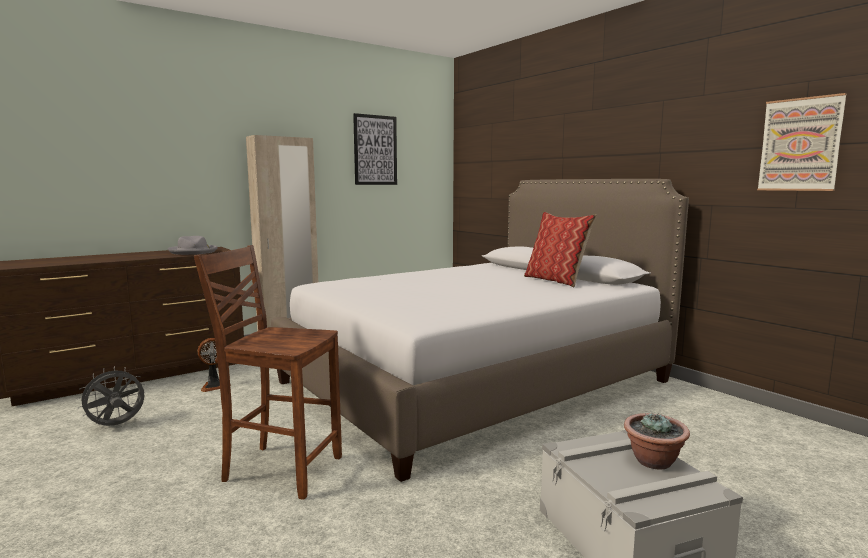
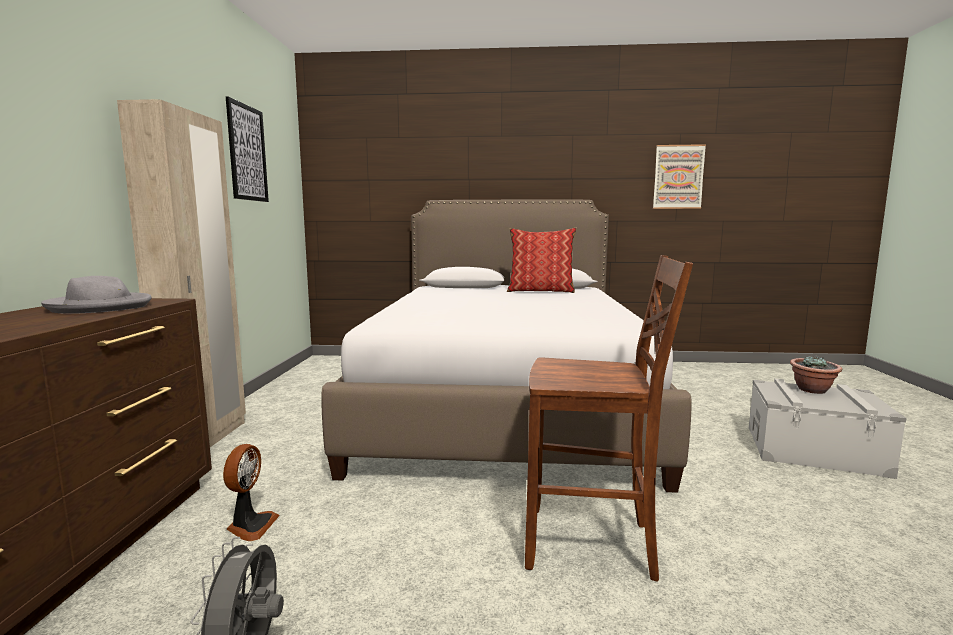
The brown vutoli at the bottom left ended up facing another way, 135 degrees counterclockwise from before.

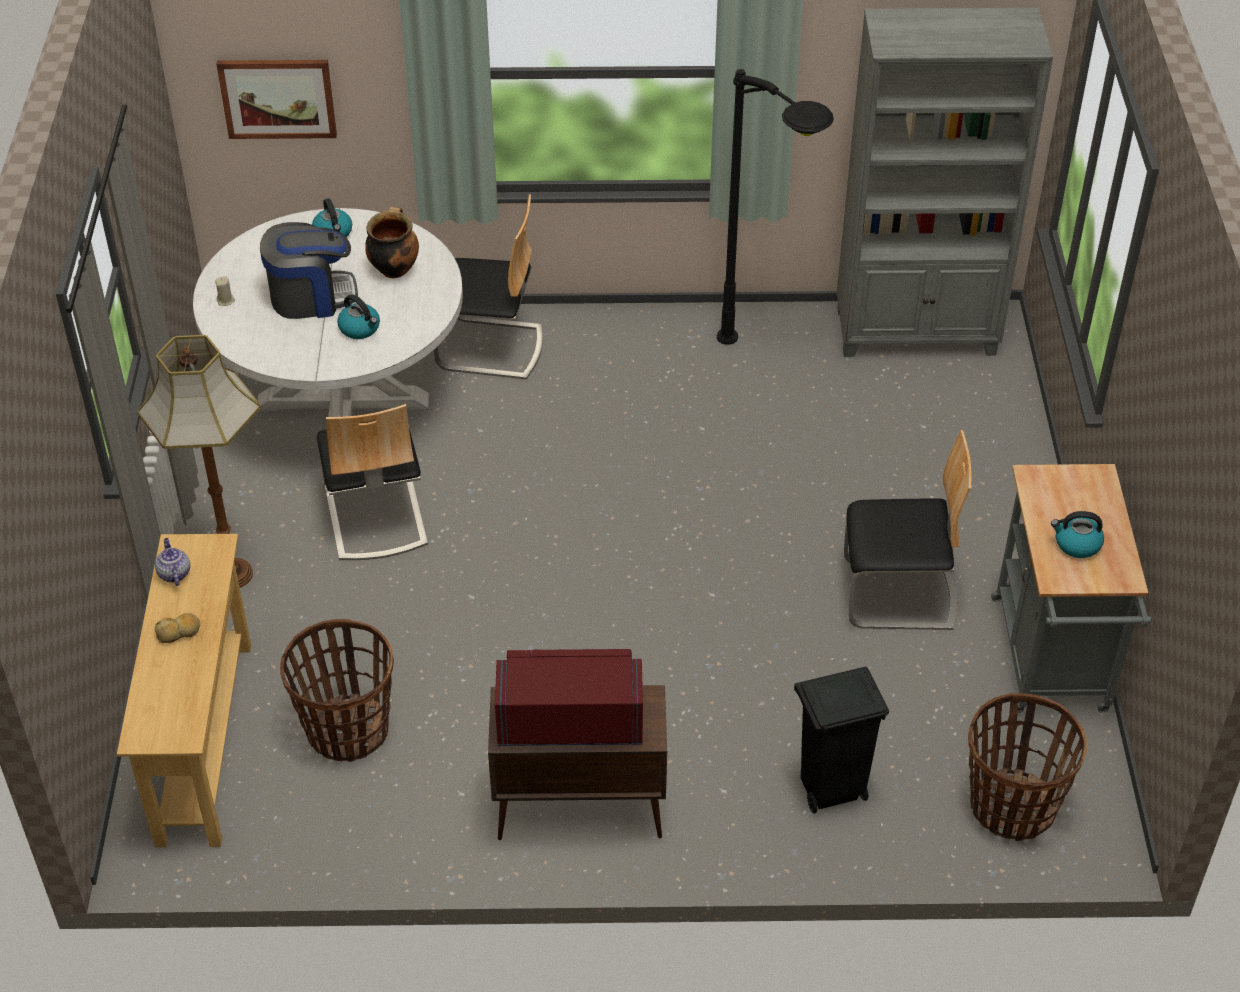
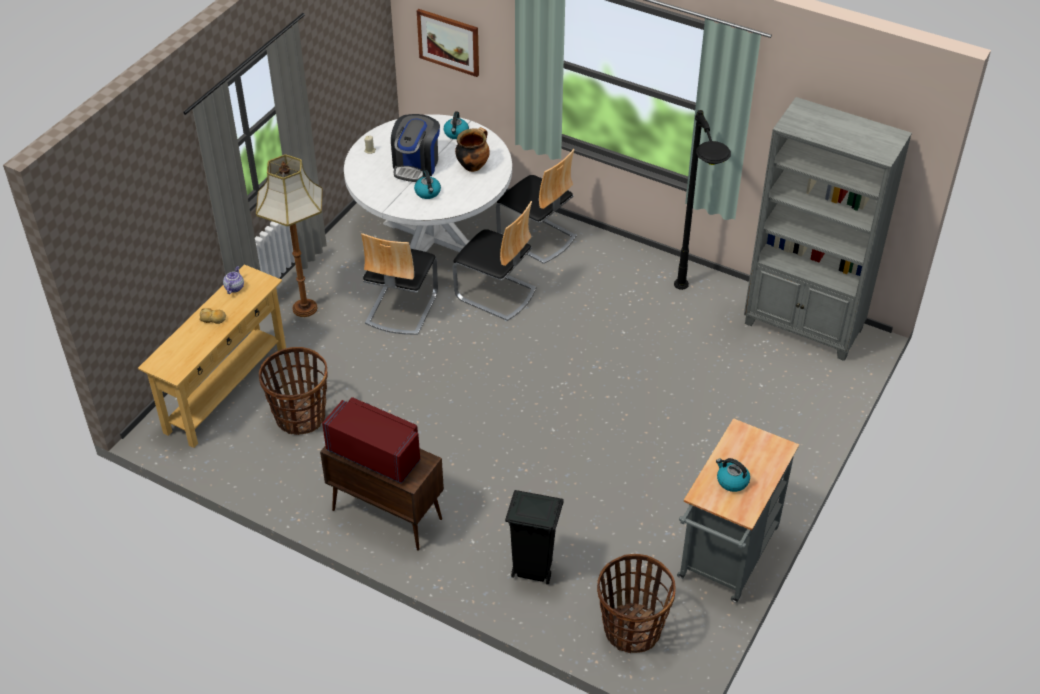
The vutoli (no. 3 from left in the first image) ended up elsewhere, having gone from the middle right to the centre. The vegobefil at the top left ended up facing another way, 90 degrees clockwise from before.

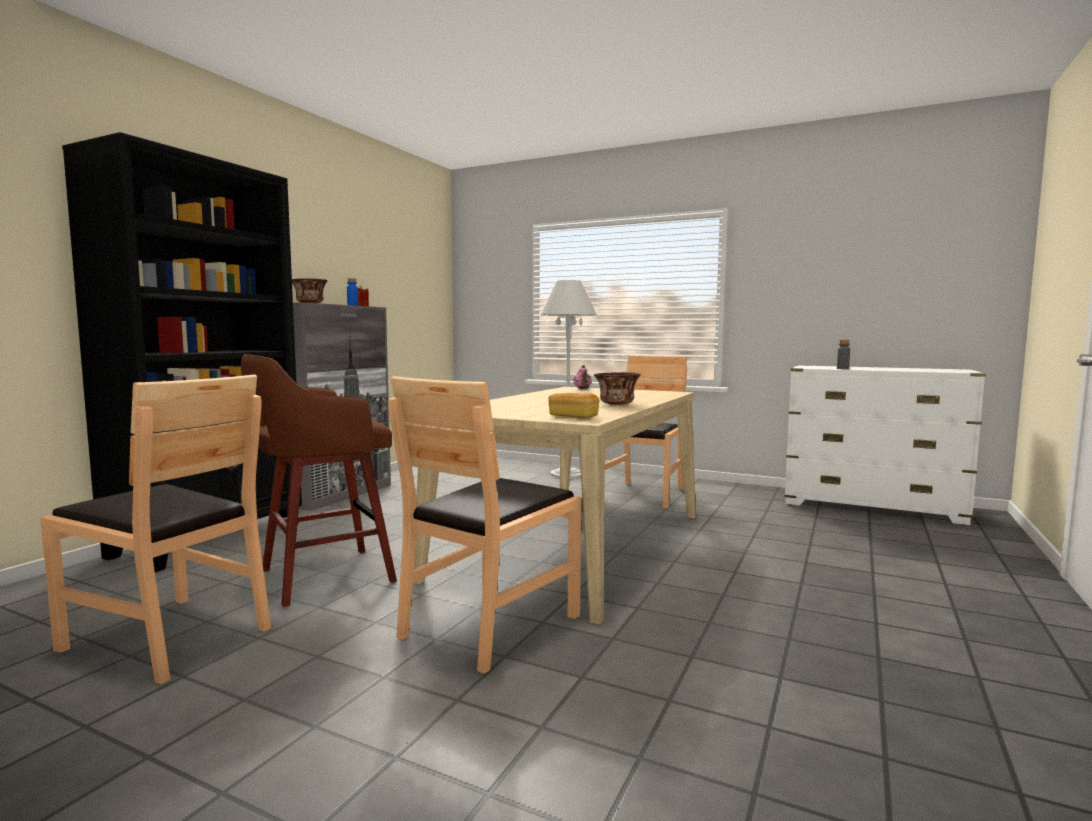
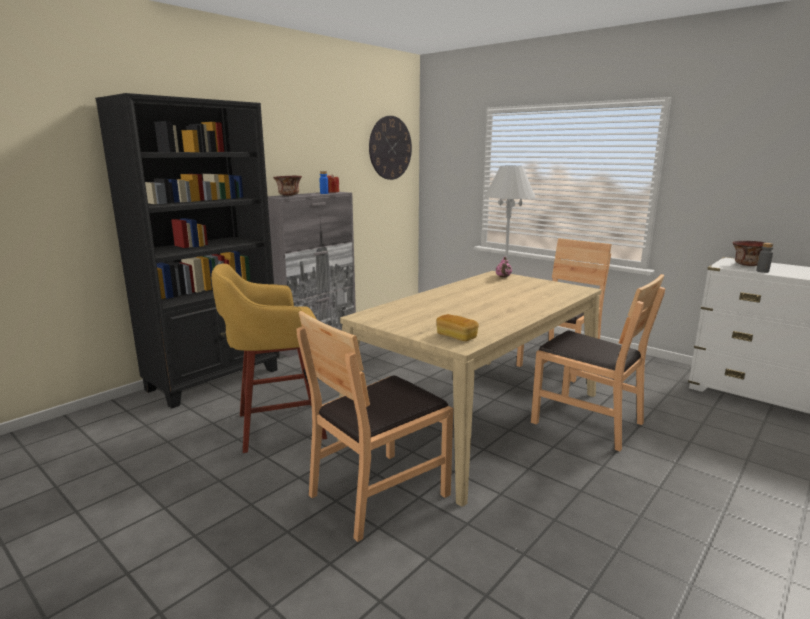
The second view gained the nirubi at the top centre. The brown vutoli (no. 1 from left in the first image) ended up elsewhere, having gone from the middle left to the middle right. The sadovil (no. 2 from left) ended up elsewhere, having gone from the centre to the middle right. What was the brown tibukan at the middle left turned into the yellow tibukan at the middle left.

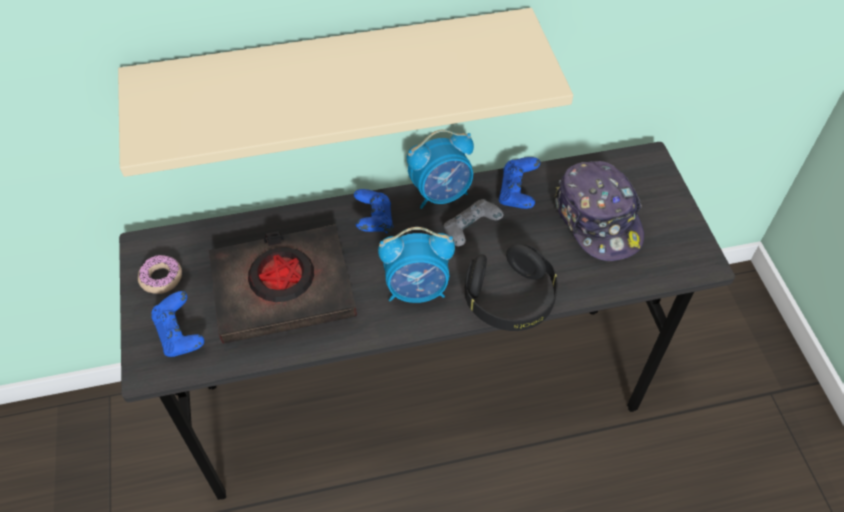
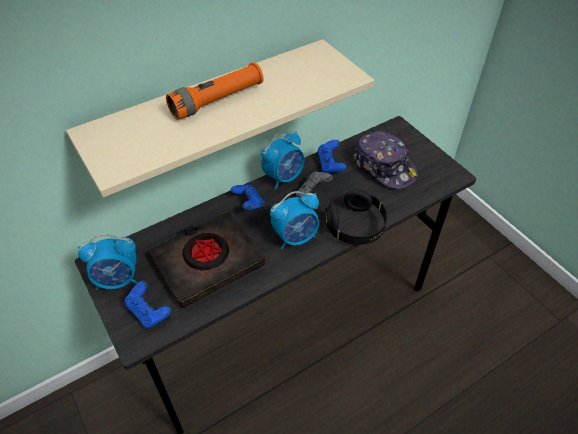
The second view gained the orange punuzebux at the top centre. Where the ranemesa stood at the middle left, the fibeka (no. 1 from left) came to stand at the middle left.

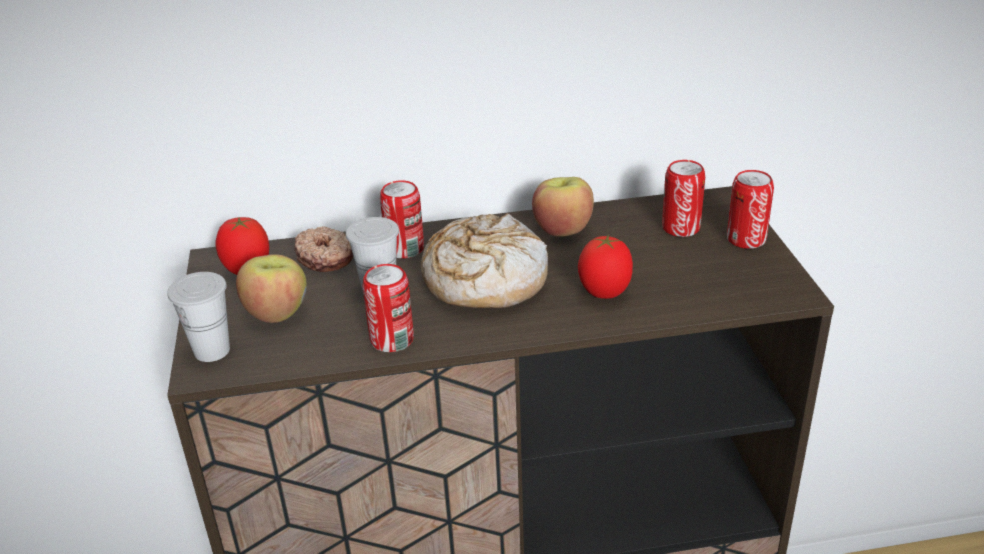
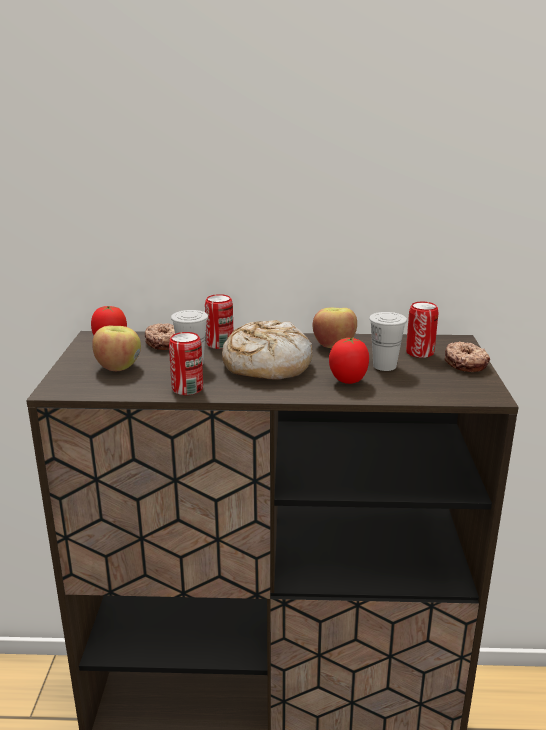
The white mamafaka (no. 1 from left in the first image) ended up elsewhere, having gone from the middle left to the middle right. Where the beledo (no. 4 from left) stood at the middle right, the ranemesa (no. 2 from left) came to stand at the middle right.

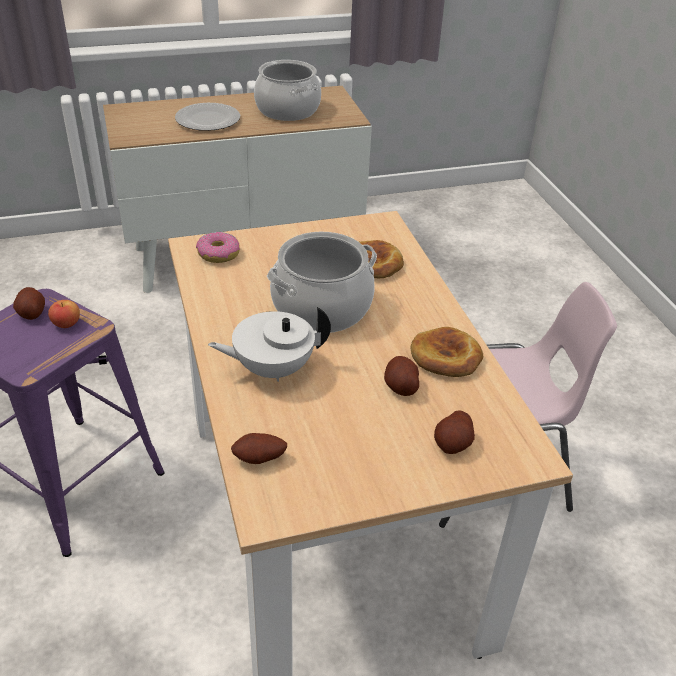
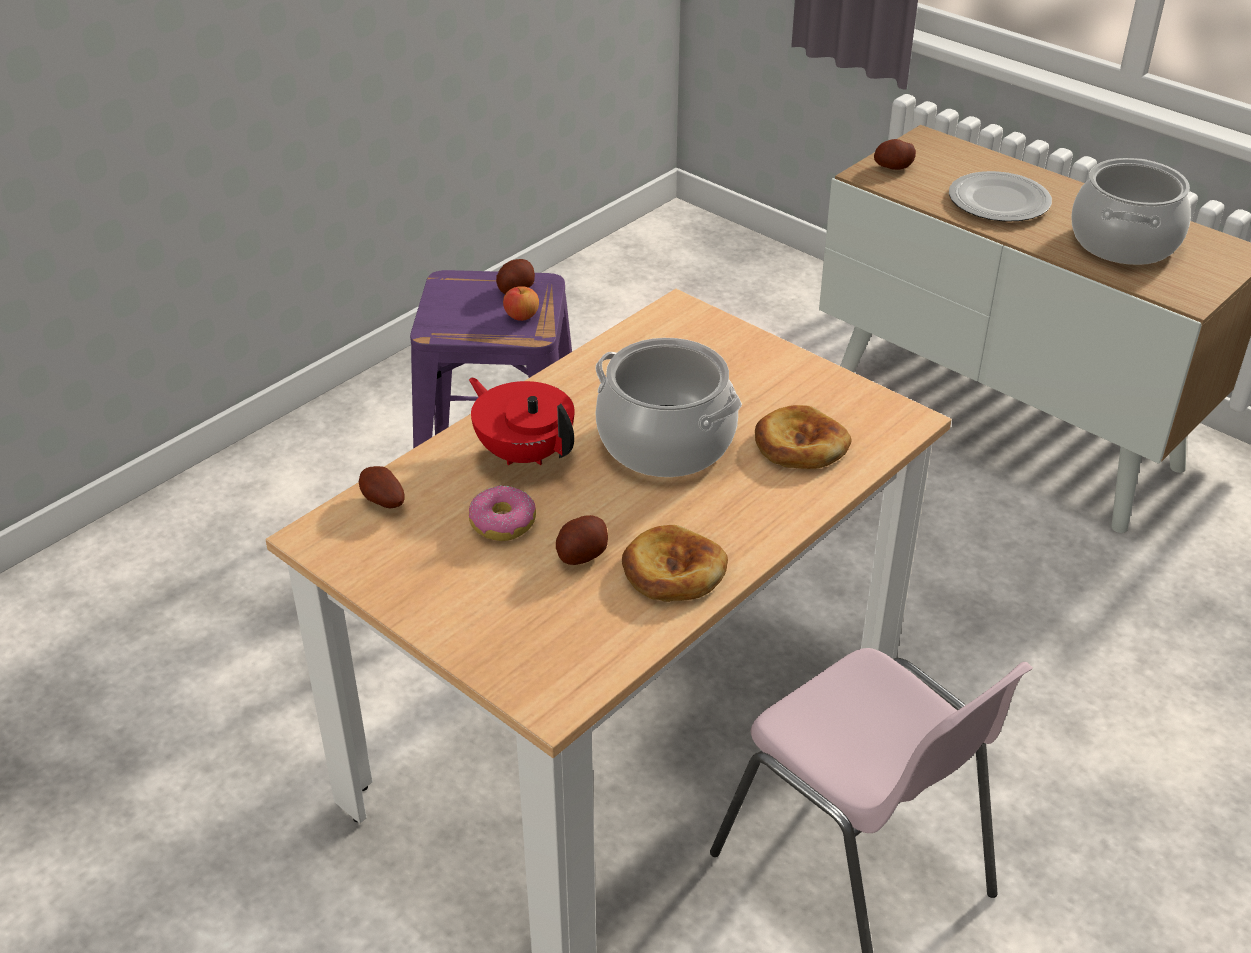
The ranemesa ended up elsewhere, having gone from the middle left to the centre. The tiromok (no. 4 from left) ended up elsewhere, having gone from the middle right to the top right. What was the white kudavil at the centre turned into the red kudavil at the centre.

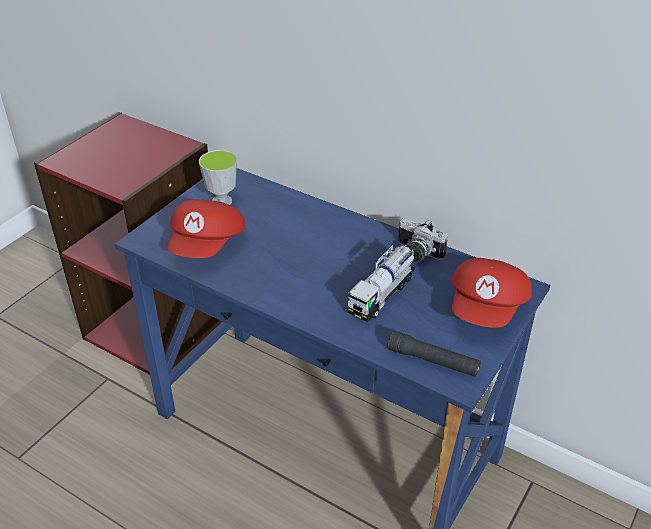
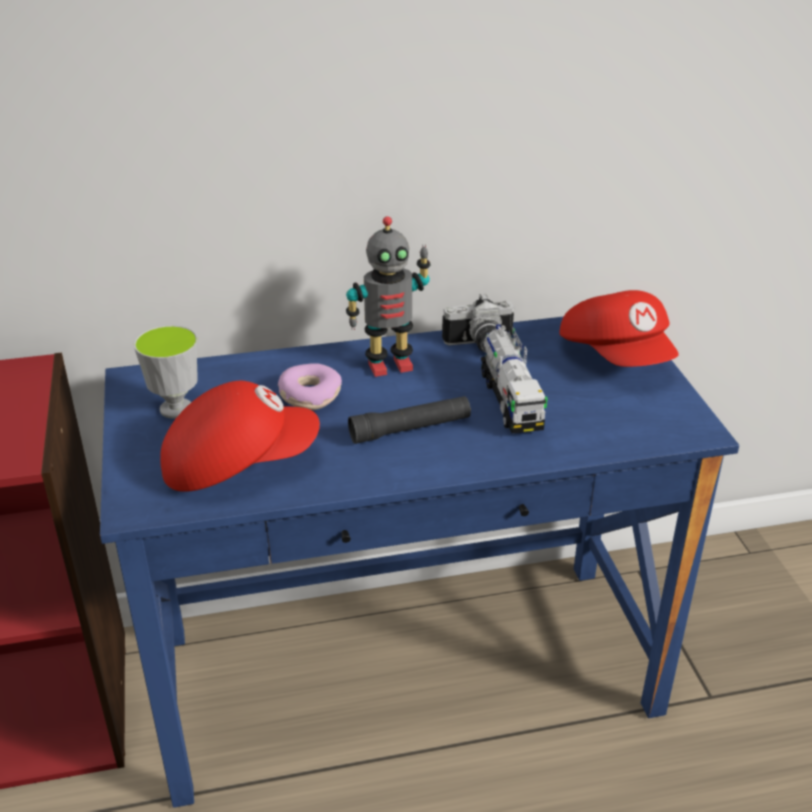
The second view gained the ranemesa at the centre. The second view gained the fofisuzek at the centre. The black punuzebux ended up elsewhere, having gone from the bottom right to the centre. The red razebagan (no. 1 from left) at the middle left ended up facing another way, 75 degrees counterclockwise from before.

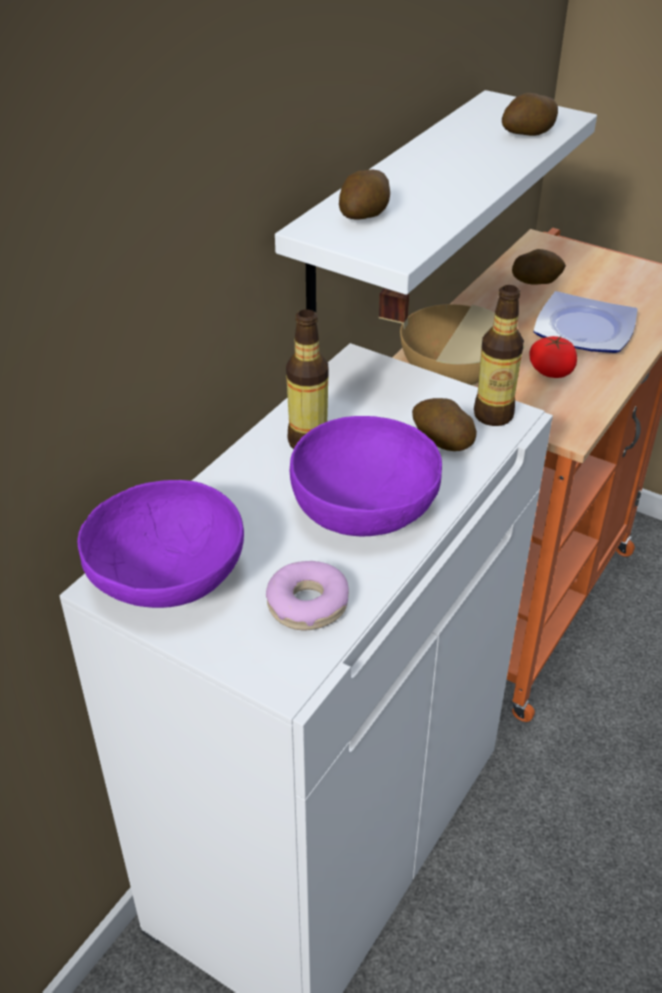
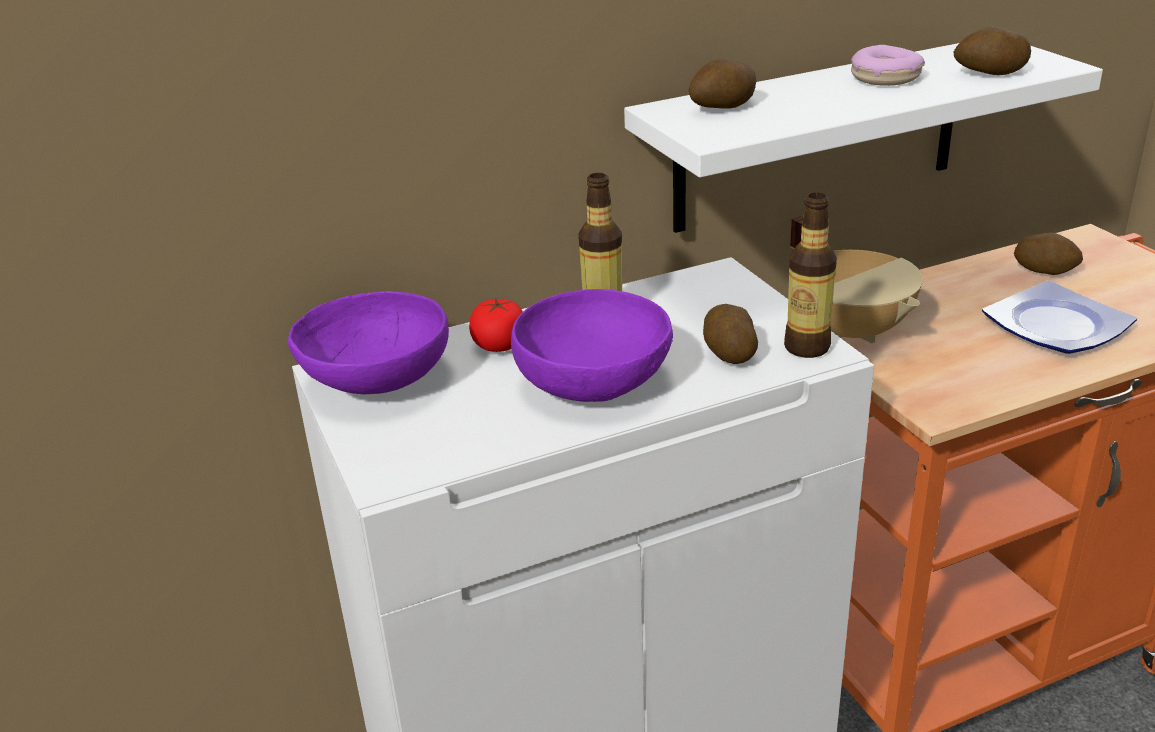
The ranemesa ended up elsewhere, having gone from the centre to the top right. The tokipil ended up elsewhere, having gone from the middle right to the centre.

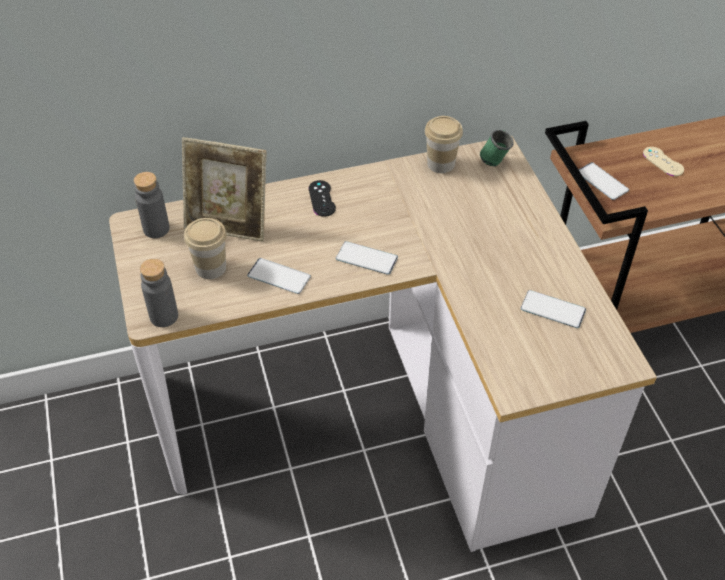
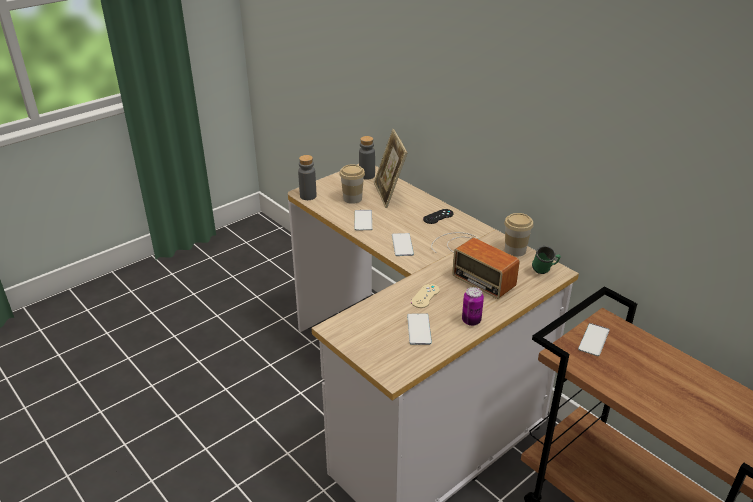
The second view gained the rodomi at the centre. The second view gained the beledo at the centre. The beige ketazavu ended up elsewhere, having gone from the top right to the centre.

